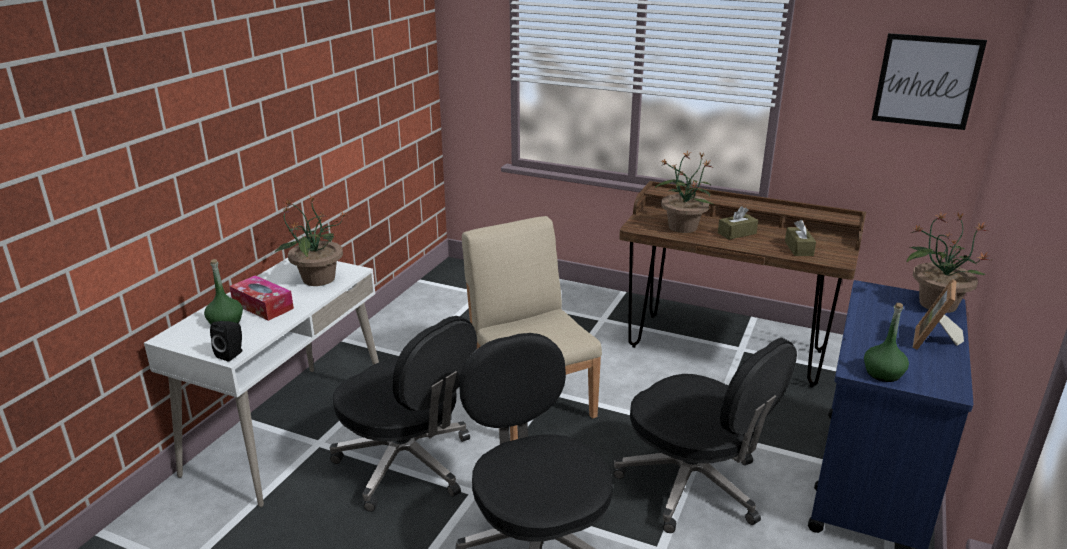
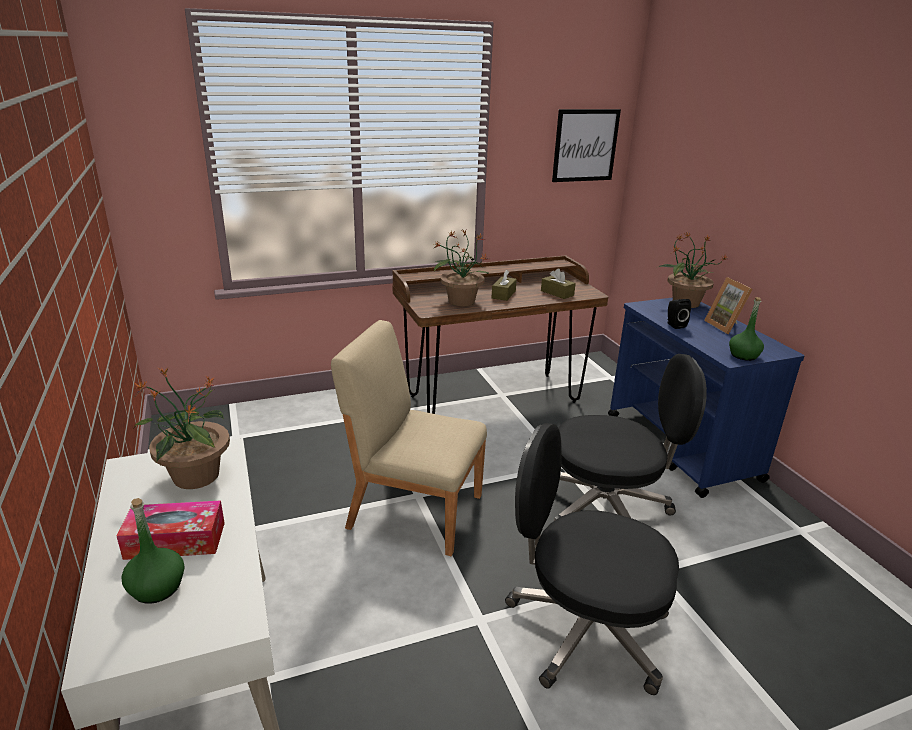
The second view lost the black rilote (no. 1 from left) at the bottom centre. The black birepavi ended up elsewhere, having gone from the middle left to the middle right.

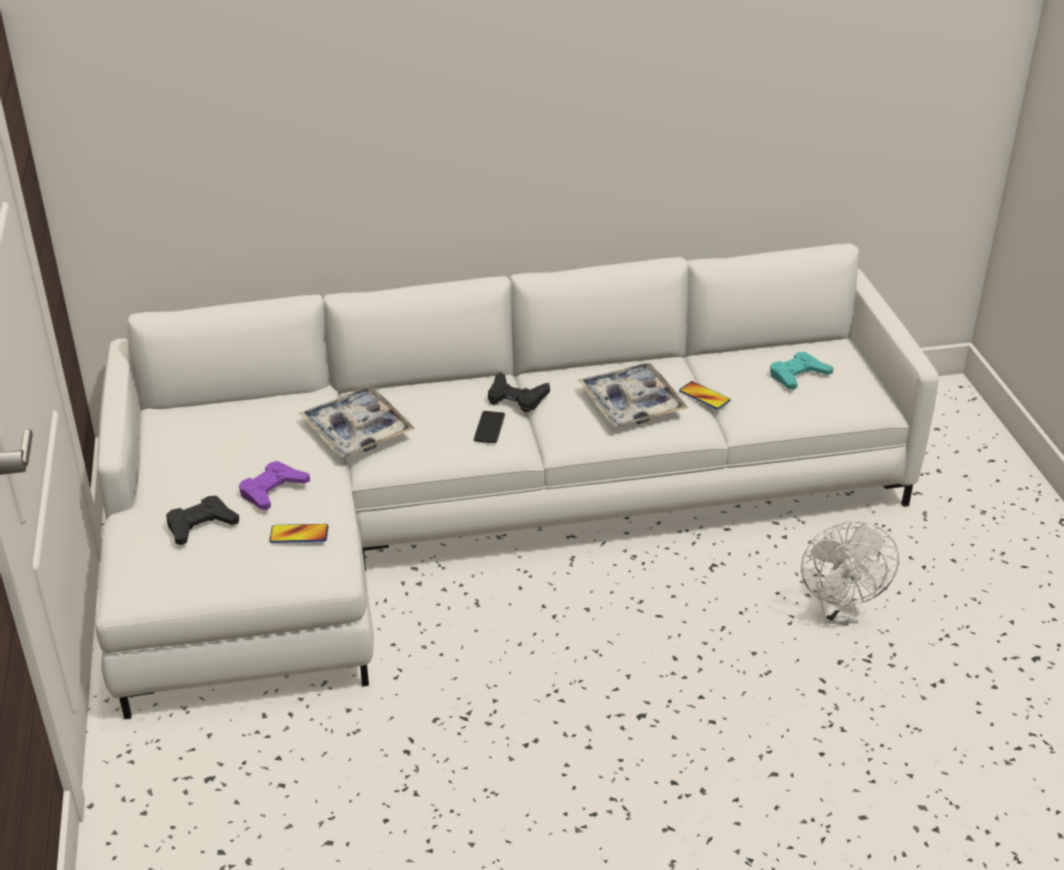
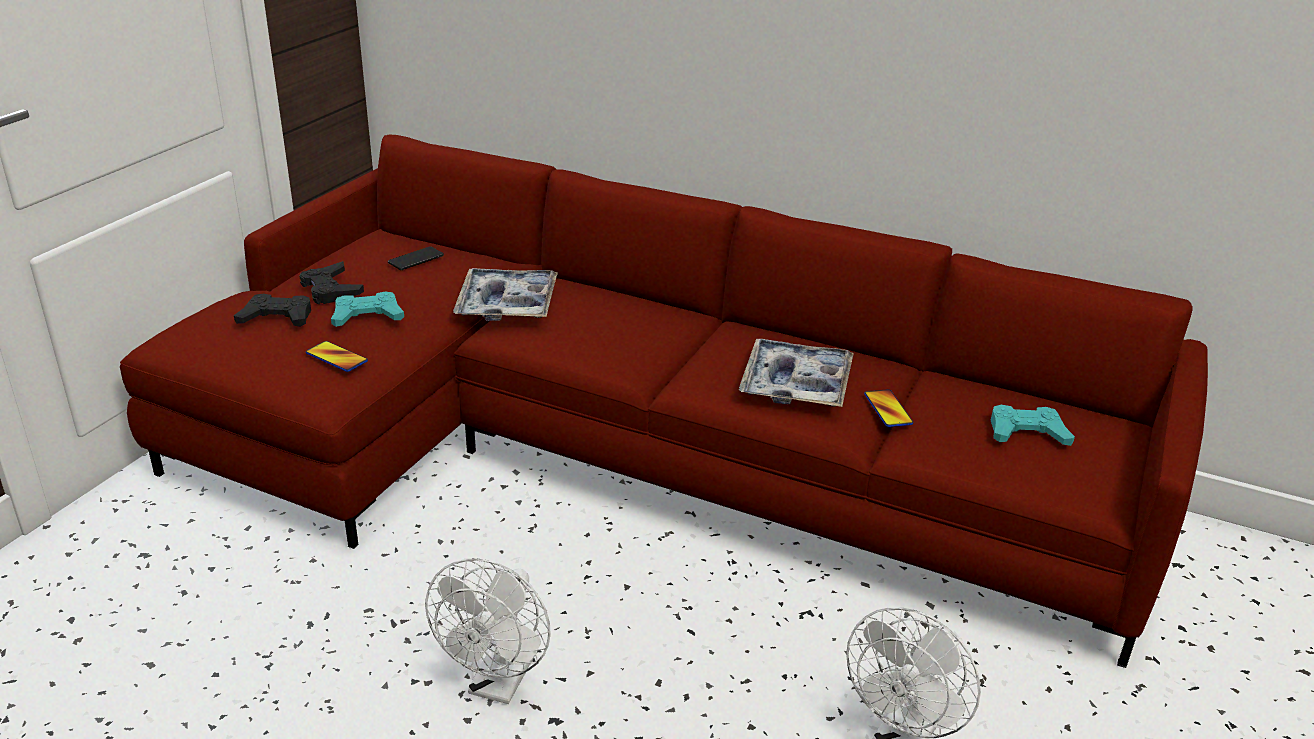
The second view gained the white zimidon (no. 1 from left) at the bottom centre. The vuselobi (no. 2 from left) ended up elsewhere, having gone from the centre to the middle left. The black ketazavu (no. 2 from left) ended up elsewhere, having gone from the centre to the middle left. What was the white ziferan at the centre turned into the red ziferan at the centre. What was the purple ketazavu at the middle left turned into the turquoise ketazavu (no. 1 from left) at the middle left.

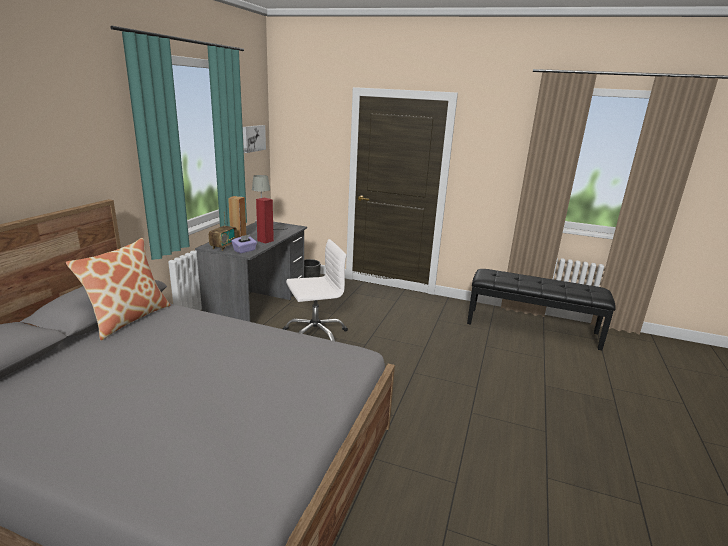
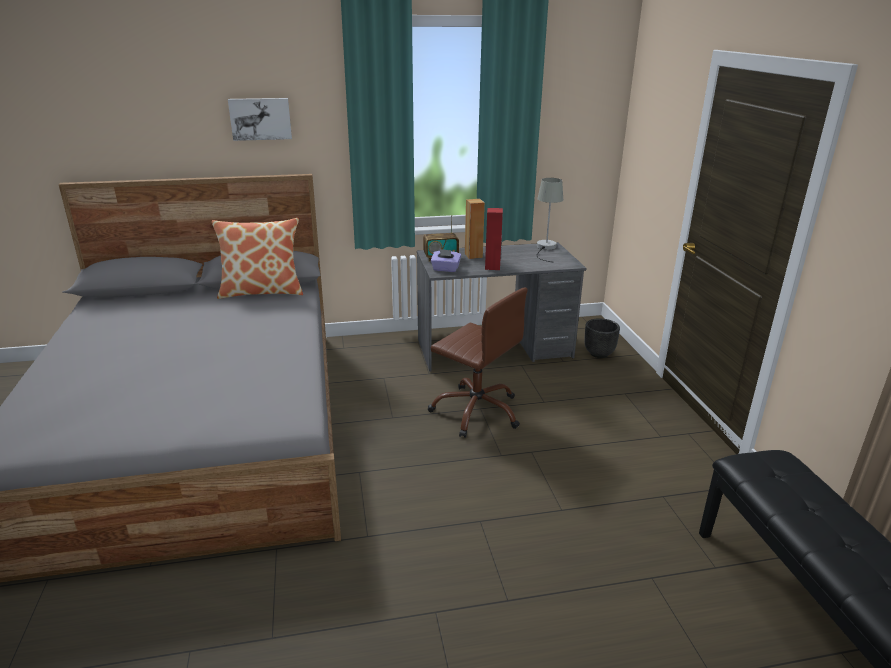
The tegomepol ended up elsewhere, having gone from the top centre to the top left. What was the white rilote at the centre turned into the brown rilote at the centre.

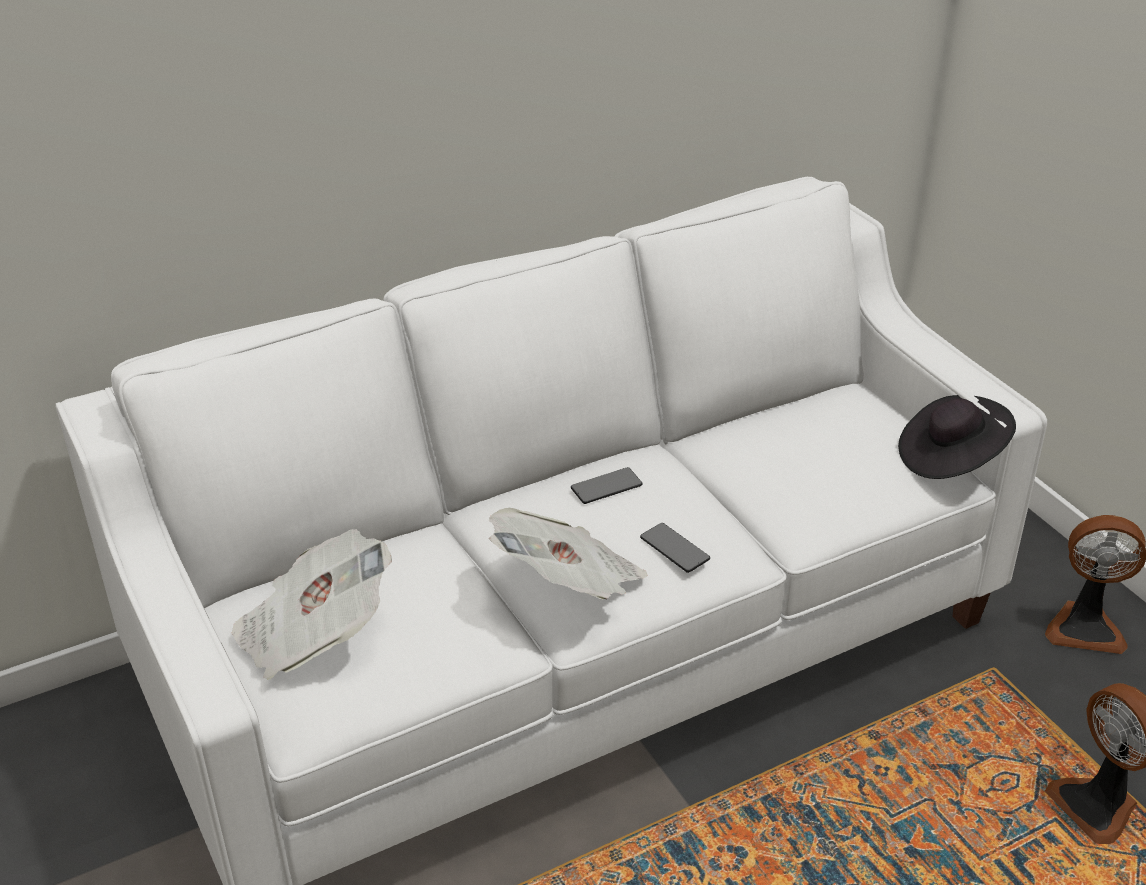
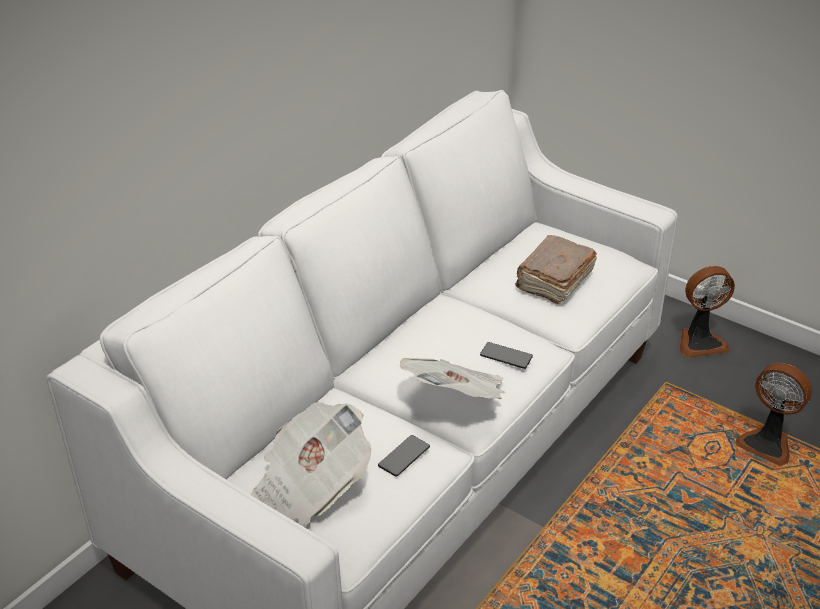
The second view lost the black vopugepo at the middle right. The second view gained the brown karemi at the middle right. The vuselobi (no. 1 from left) ended up elsewhere, having gone from the centre to the bottom centre.

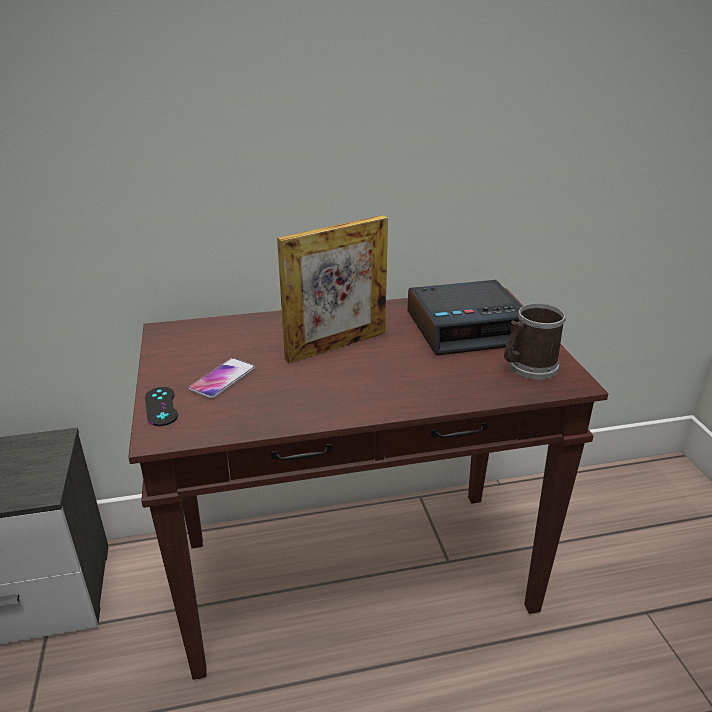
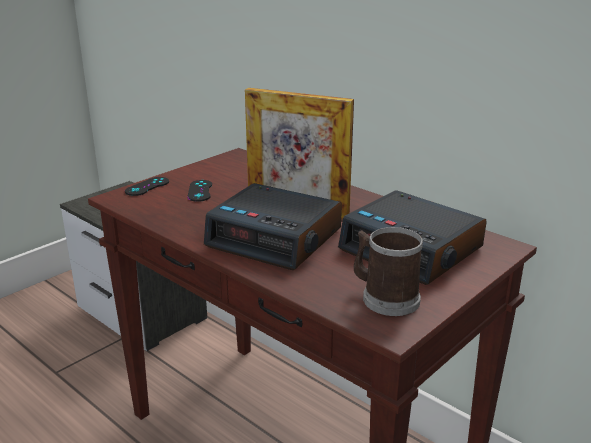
The second view gained the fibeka (no. 1 from left) at the centre. Where the vuselobi stood at the middle left, the black ketazavu (no. 2 from left) came to stand at the centre.

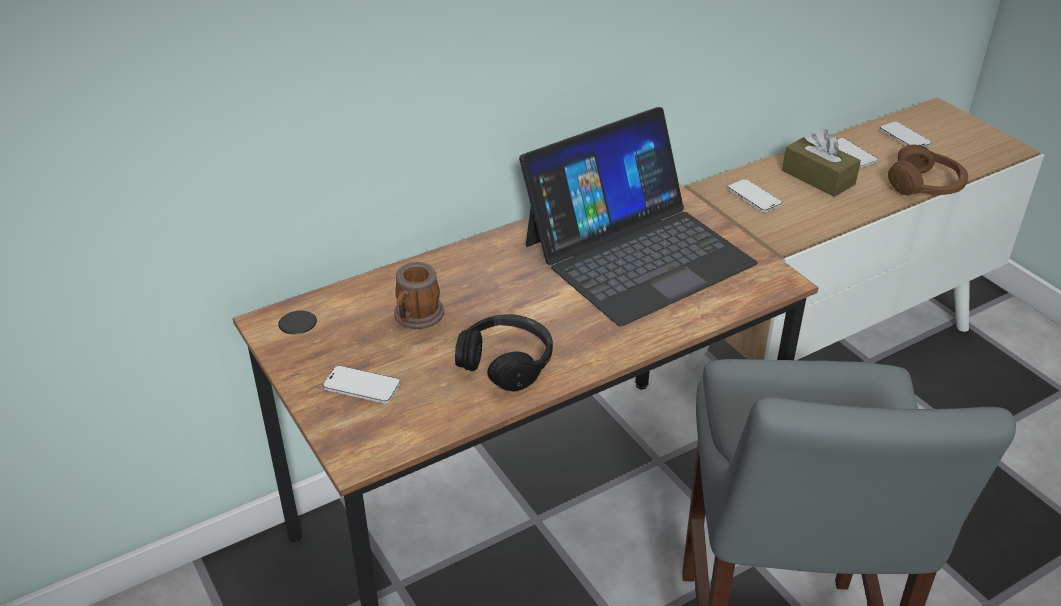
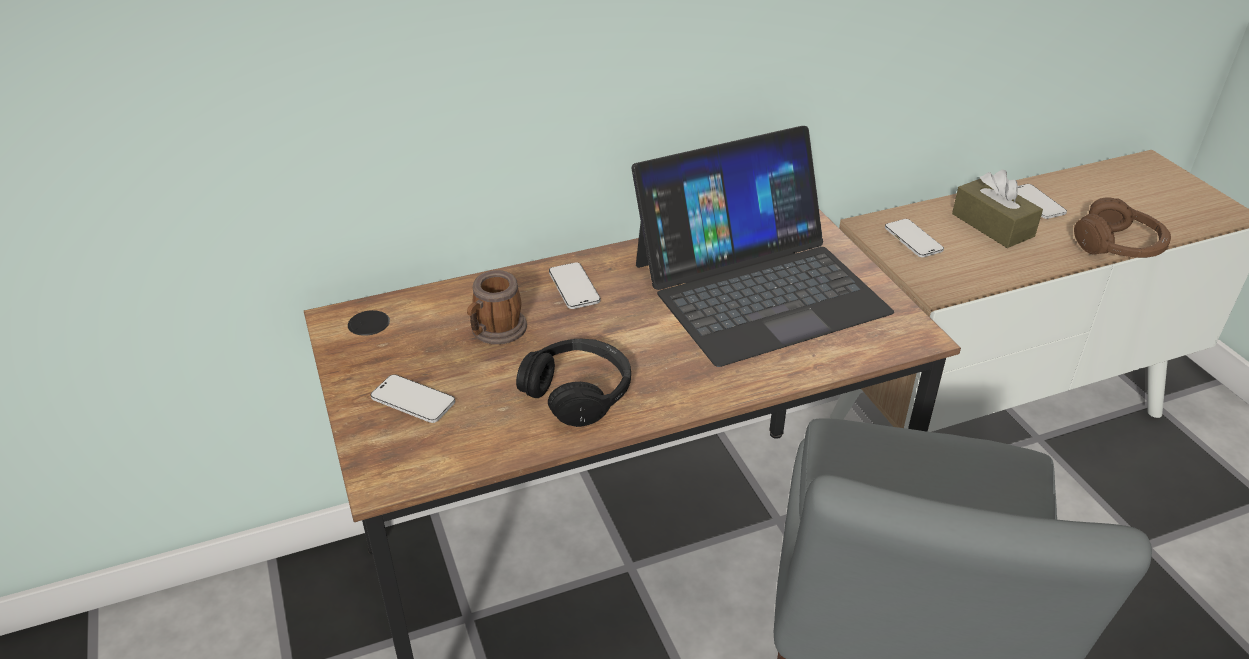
The vuselobi (no. 4 from left in the first image) ended up elsewhere, having gone from the top right to the centre.

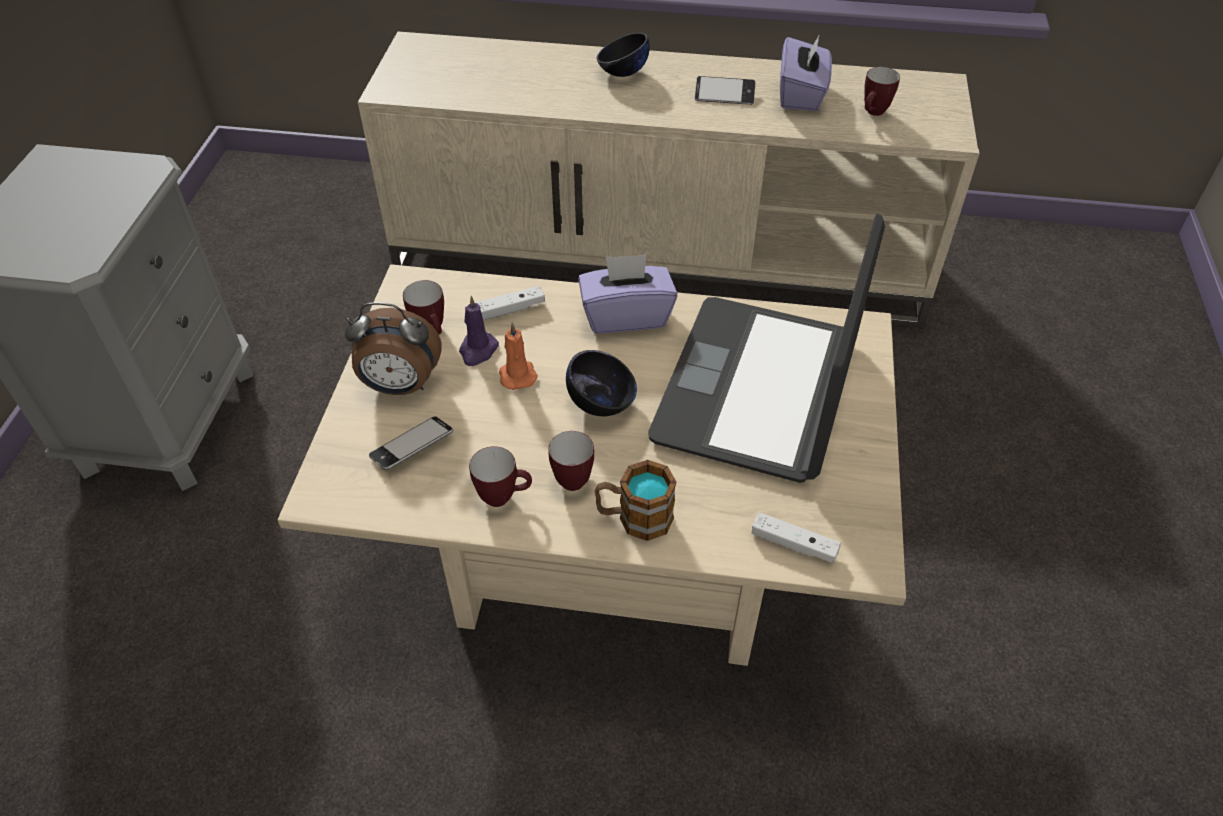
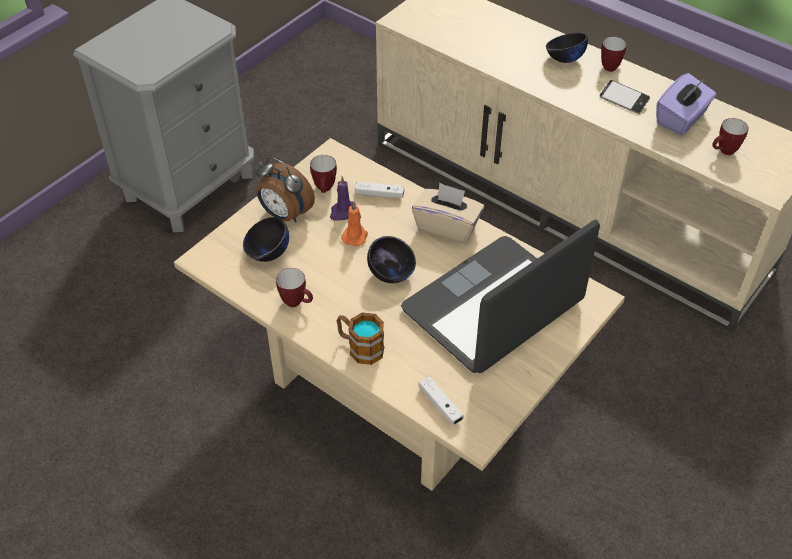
The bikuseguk (no. 3 from left in the first image) ended up elsewhere, having gone from the centre to the top right. Where the vuselobi (no. 1 from left) stood at the centre, the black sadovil (no. 1 from left) came to stand at the centre. What was the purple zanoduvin (no. 1 from left) at the centre turned into the beige zanoduvin at the centre.

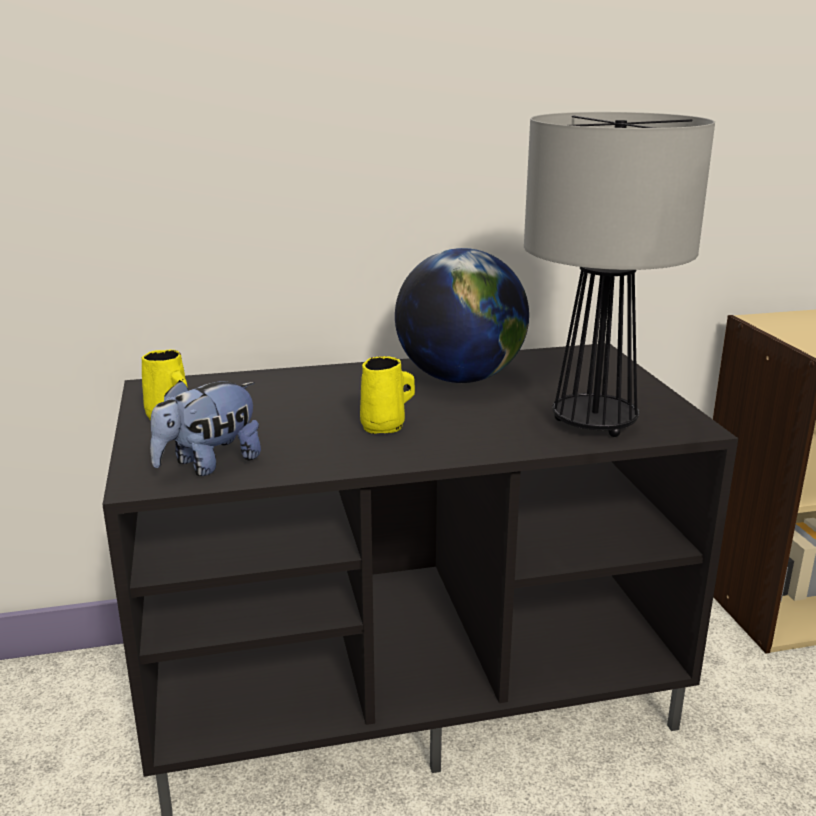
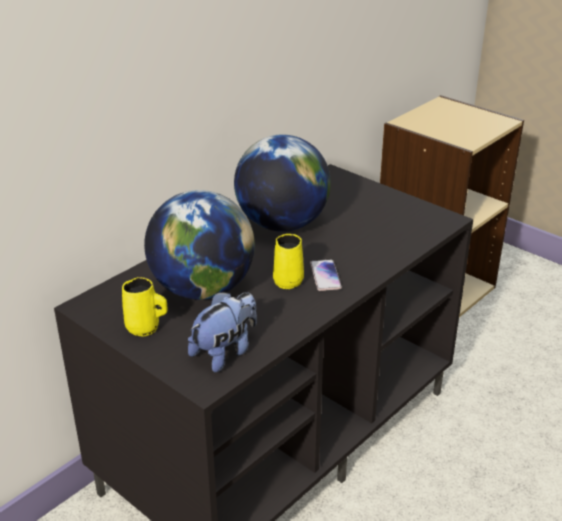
The second view lost the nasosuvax at the middle right. The second view gained the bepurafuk (no. 1 from left) at the centre. The second view gained the vuselobi at the centre. The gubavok at the middle left ended up facing another way, 150 degrees counterclockwise from before.

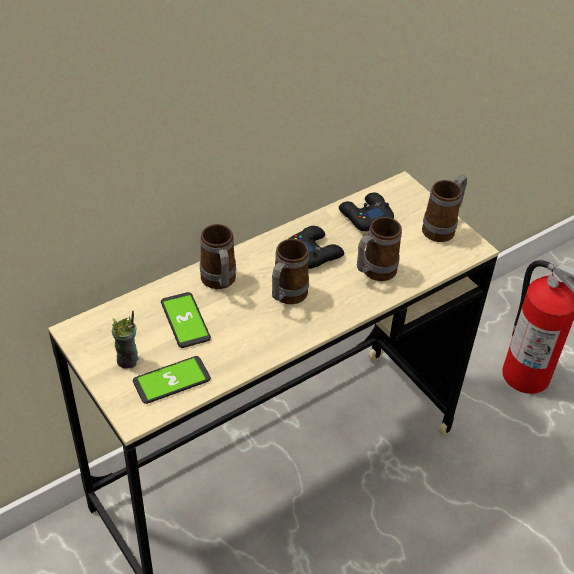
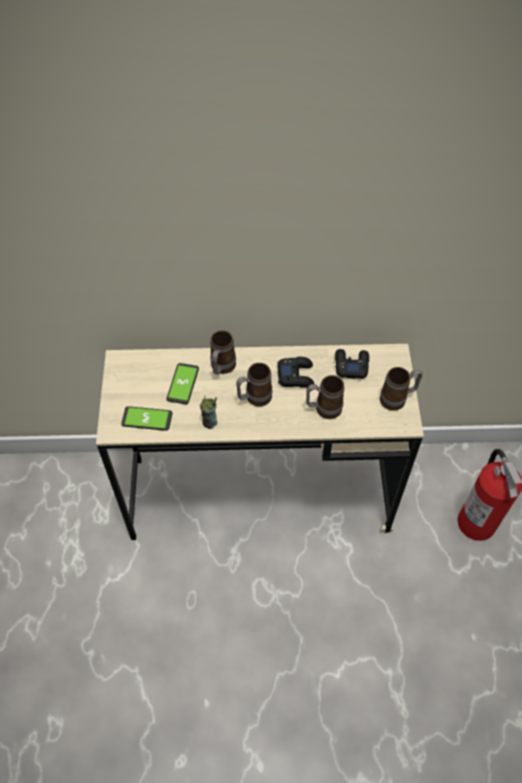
The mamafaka ended up elsewhere, having gone from the middle left to the centre.

